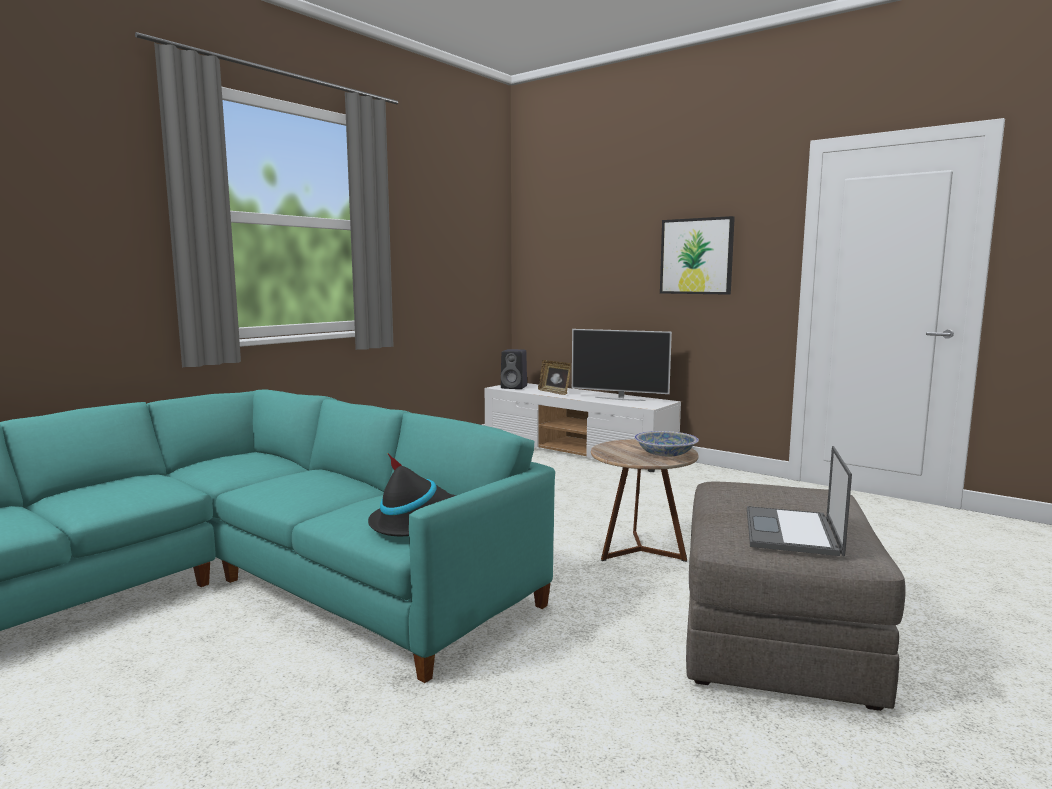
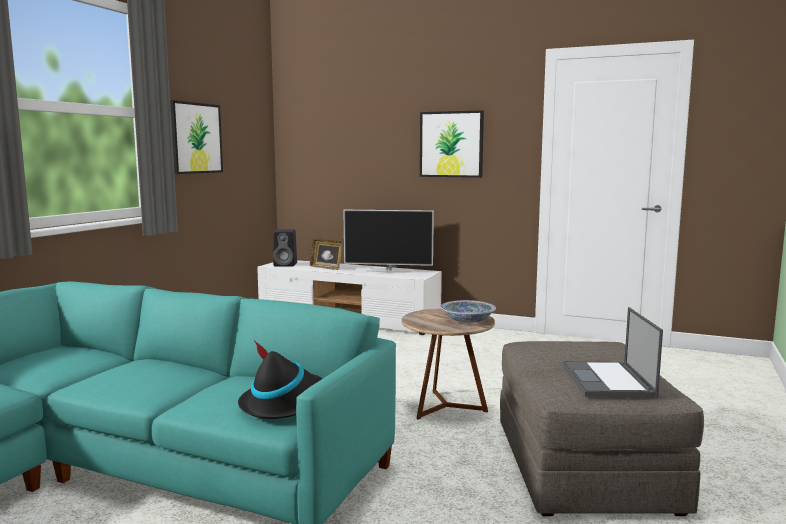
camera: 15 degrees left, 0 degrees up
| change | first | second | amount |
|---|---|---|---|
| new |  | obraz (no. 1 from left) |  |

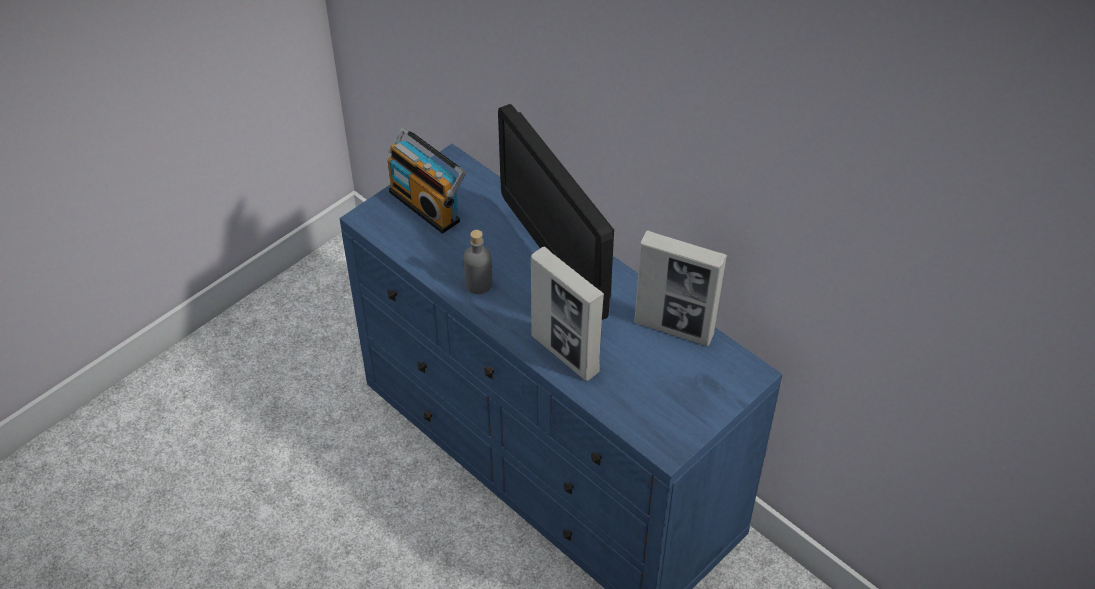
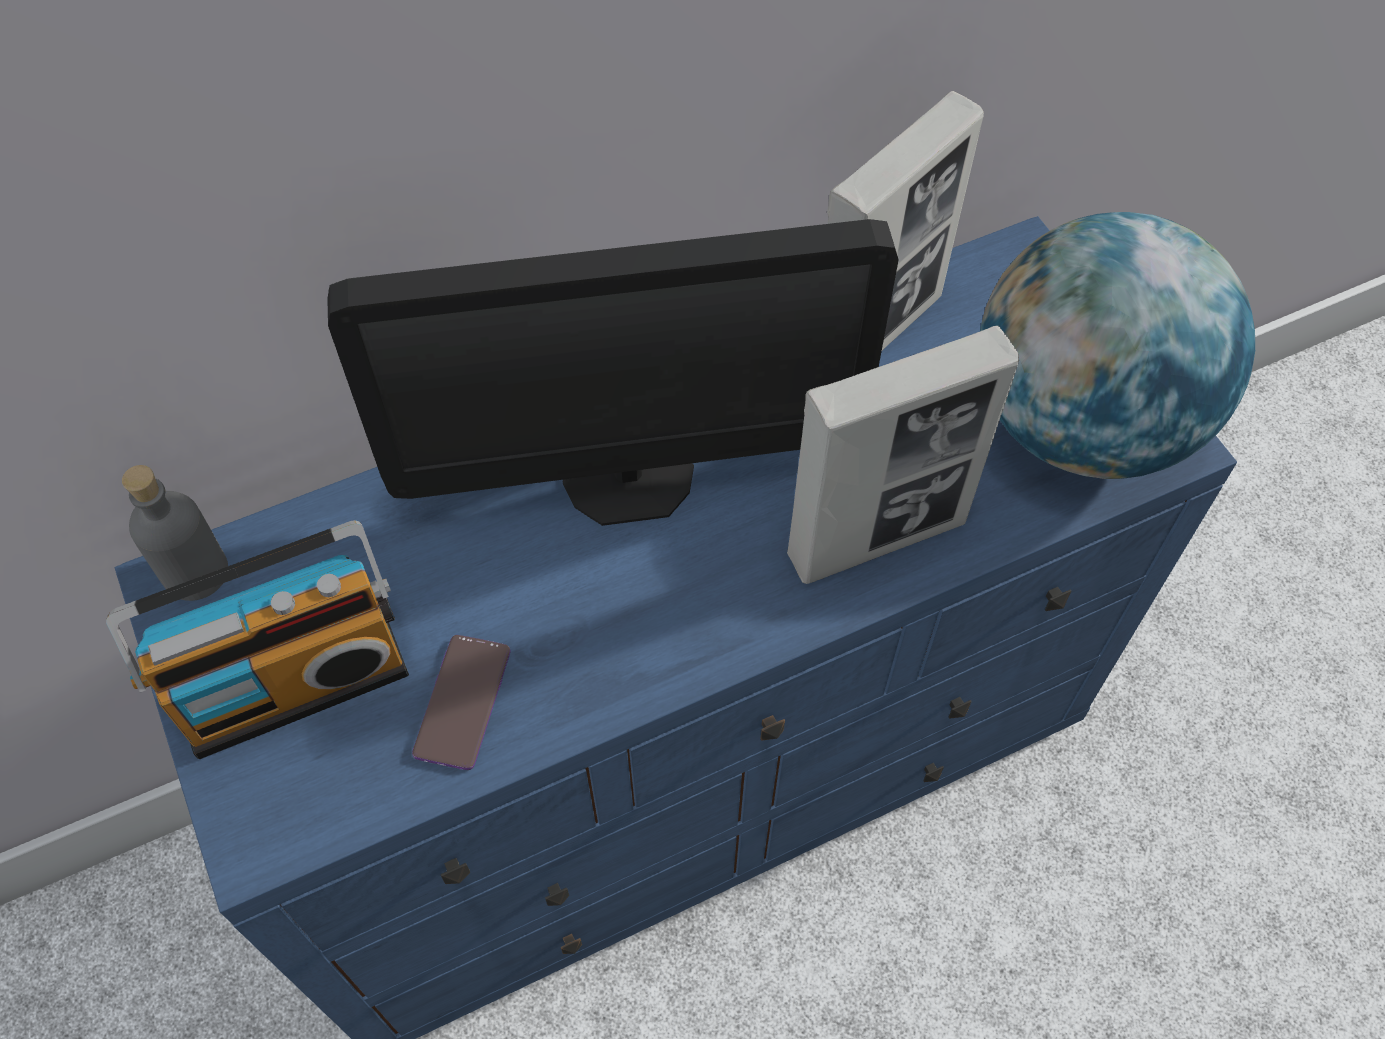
camera: 70 degrees left, 10 degrees up
| change | first | second | amount |
|---|---|---|---|
| shifted | butelka (szary) |  |  |
| new |  | telefon |  |
| new |  | globus |  |

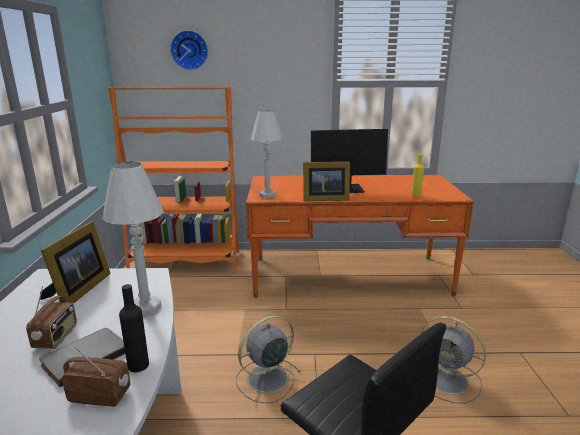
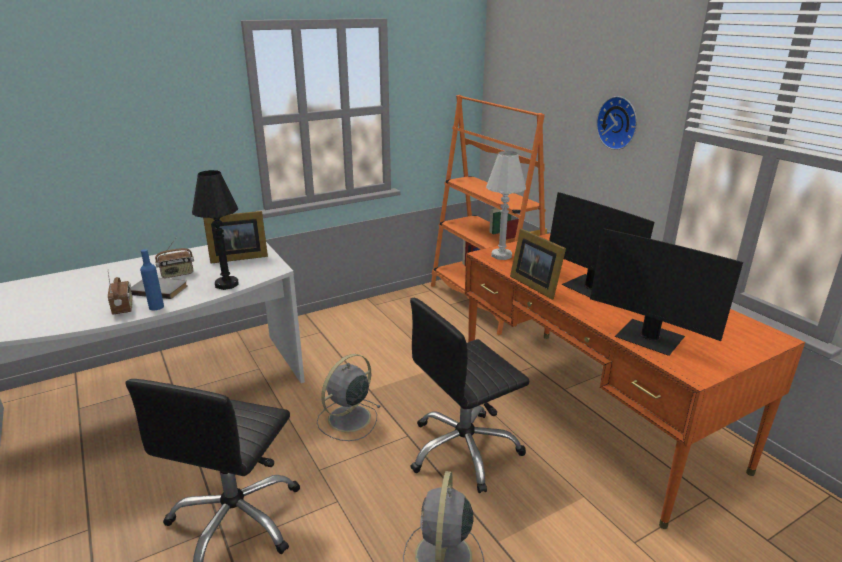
camera: 60 degrees right, 5 degrees up
| change | first | second | amount |
|---|---|---|---|
| repainted | lampa stołowa (biały) (no. 1 from left) | lampa stołowa (czarny) |  |
| repainted | butelka (czarny) | butelka (niebieski) |  |
| shifted | zegar ścienny |  |  |
| rotated | wentylator (szary) (no. 1 from left) |  | 75 degrees counterclockwise |
| swapped | butelka (żółty) | monitor (no. 2 from left) |  |
| new |  | krzesło biurowe (czarny) (no. 2 from left) |  |

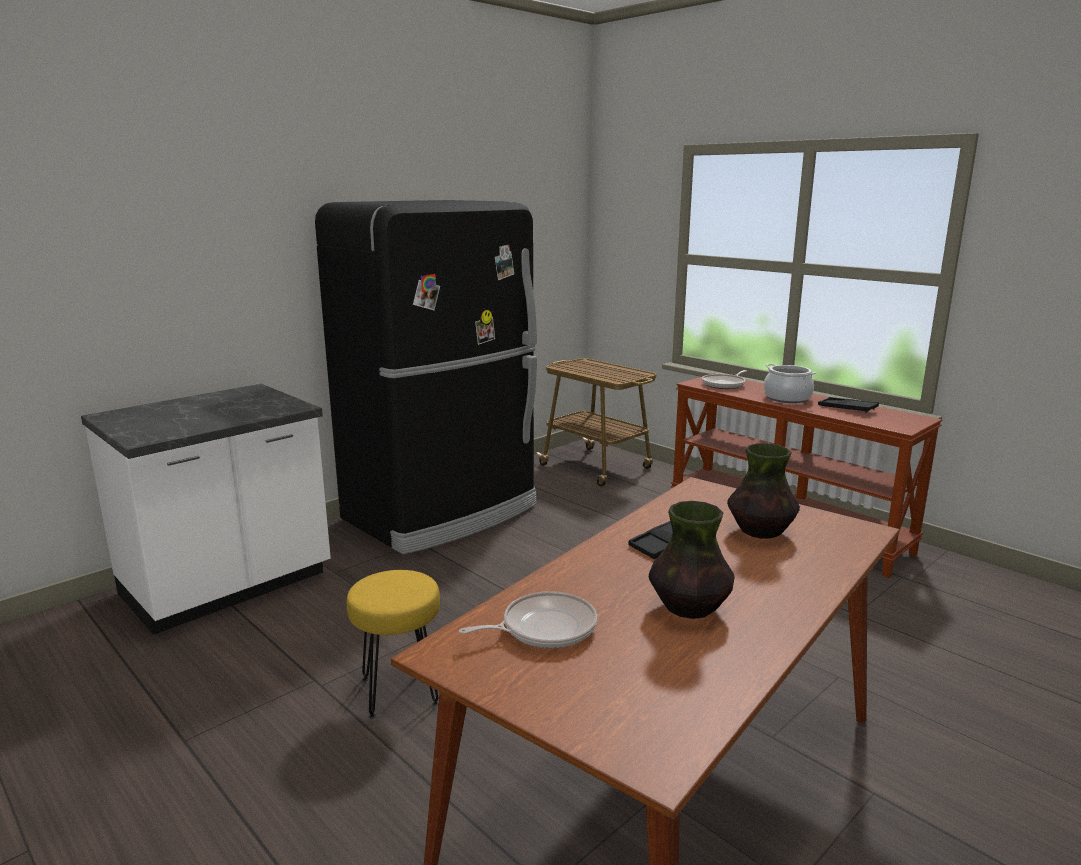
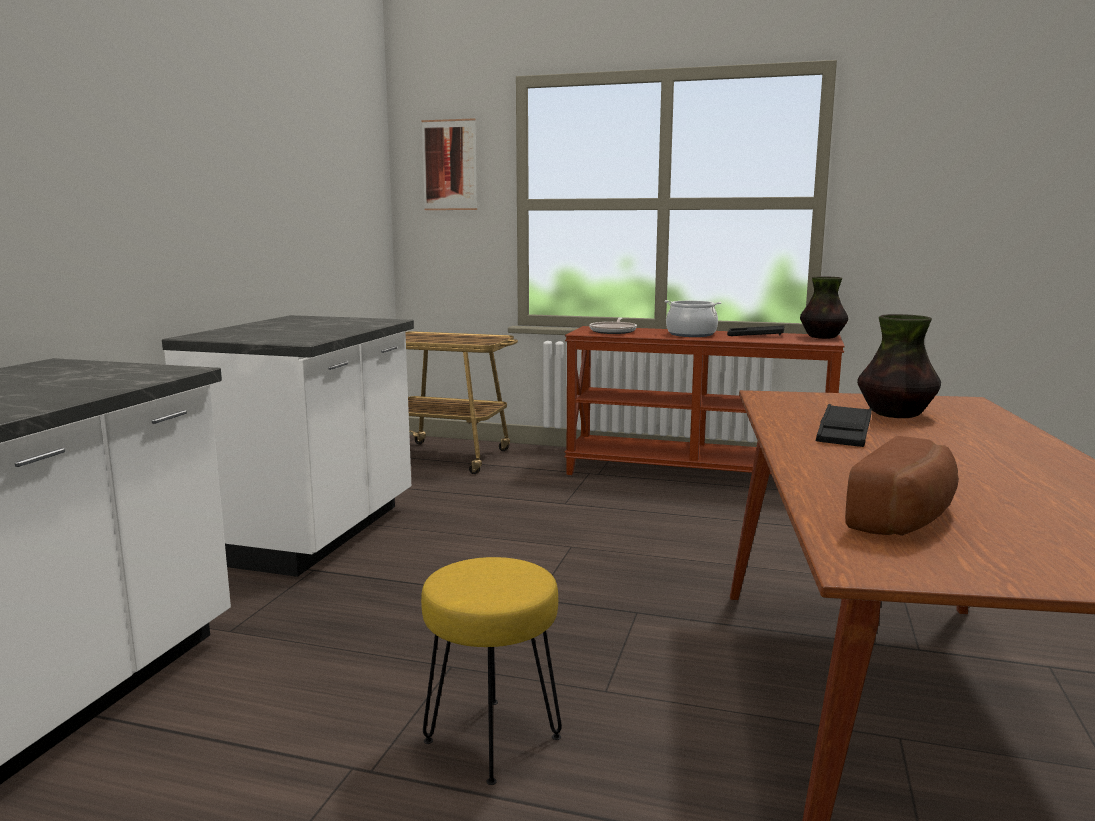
camera: 30 degrees left, 5 degrees down
| change | first | second | amount |
|---|---|---|---|
| swapped | lodówka (czarny) | zabudowa kuchenna (biały) (no. 2 from left) |  |
| swapped | patelnia (no. 1 from left) | chleb |  |
| shifted | wazon (no. 1 from left) |  |  |
| new |  | obraz |  |

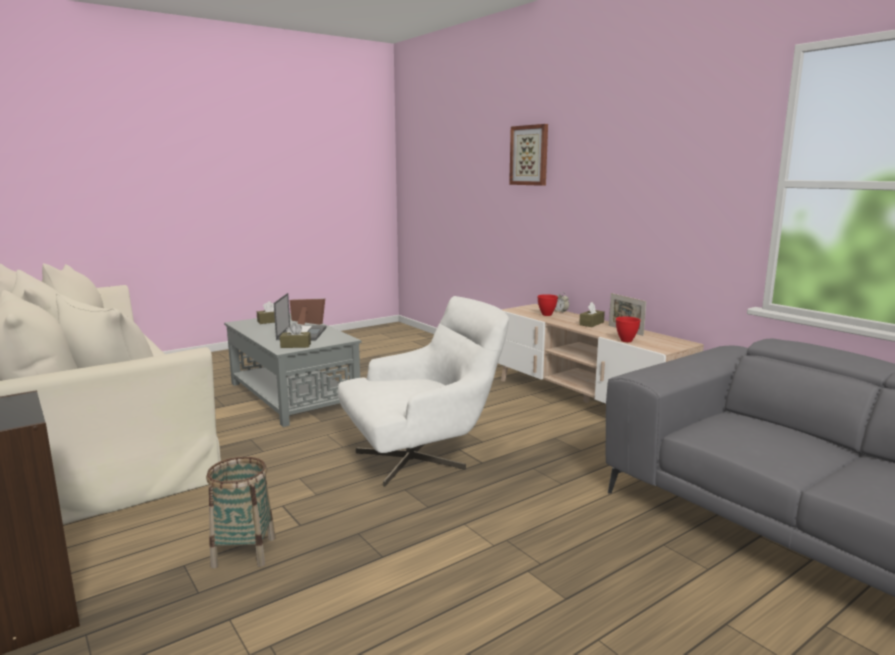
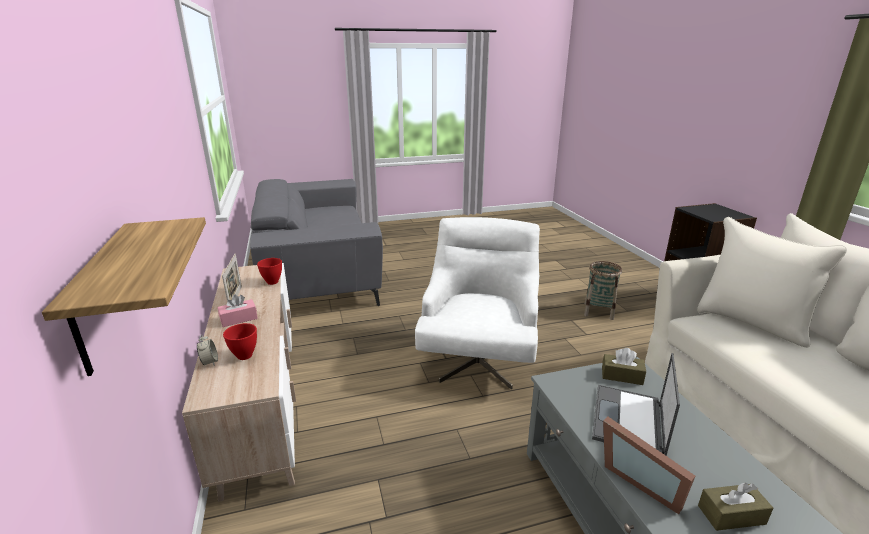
camera: 160 degrees left, 10 degrees up
| change | first | second | amount |
|---|---|---|---|
| rotated | fotel (biały) |  | 105 degrees clockwise |
| gone | obraz |  |  |
| repainted | pudełko chusteczek (brązowy) (no. 3 from left) | pudełko chusteczek (różowy) |  |
| new |  | półka |  |

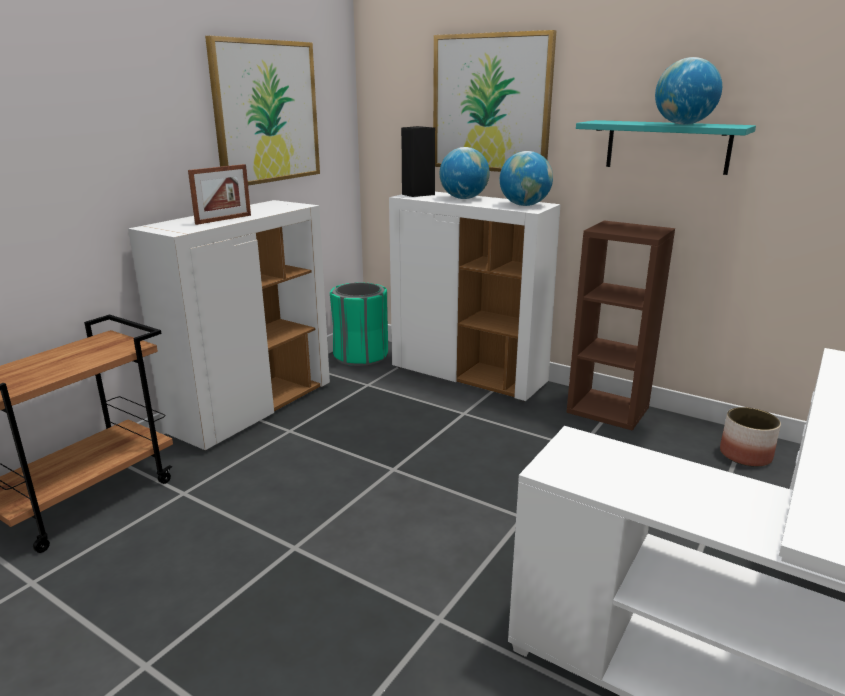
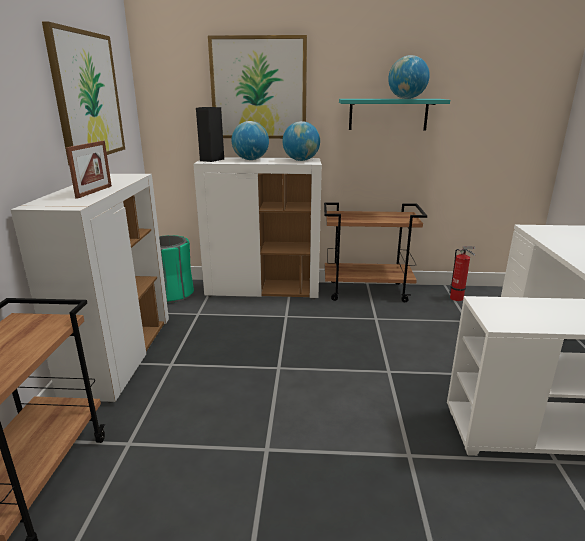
camera: 30 degrees left, 0 degrees up
| change | first | second | amount |
|---|---|---|---|
| swapped | regał (brązowy) | wózek (brązowy) (no. 2 from left) |  |
| swapped | donica | gaśnica |  |

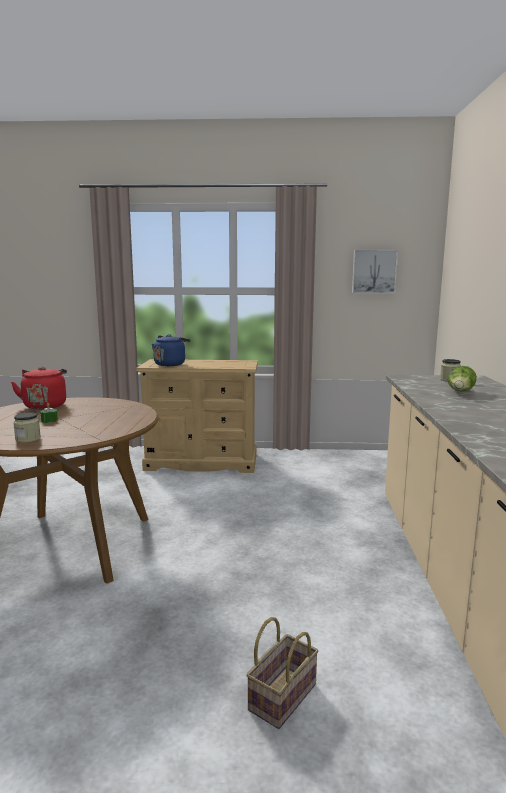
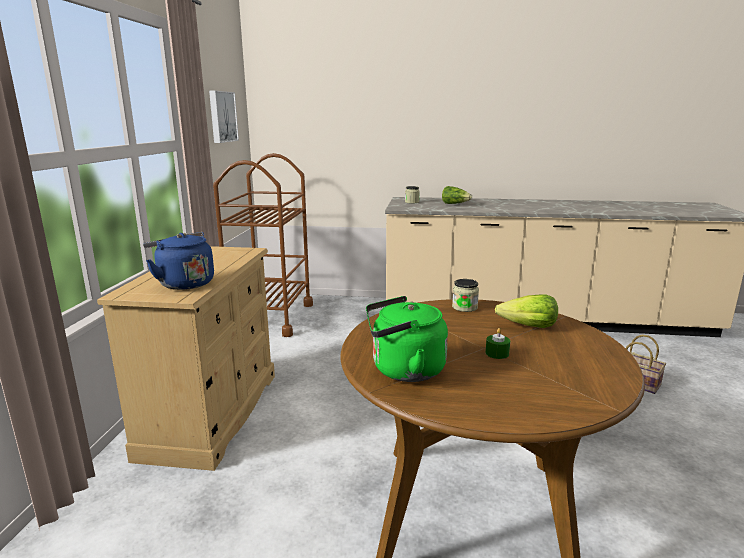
camera: 85 degrees left, 5 degrees up
| change | first | second | amount |
|---|---|---|---|
| repainted | czajnik (czerwony) | czajnik (zielony) |  |
| shifted | słoik (no. 1 from left in the first image) | słoik (no. 2 from left) |  |
| new |  | wózek (brązowy) |  |
| new |  | sałata (no. 2 from left) |  |

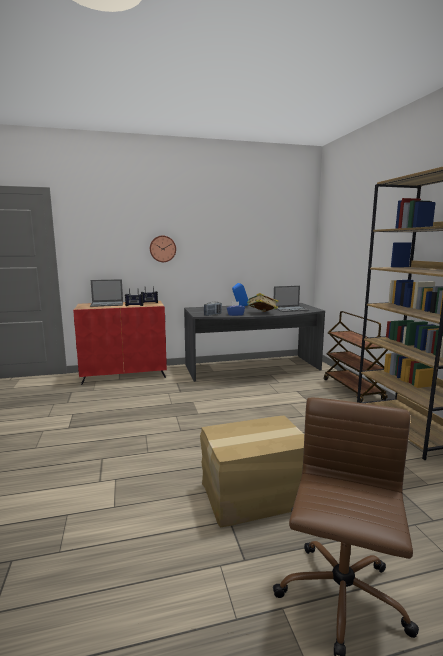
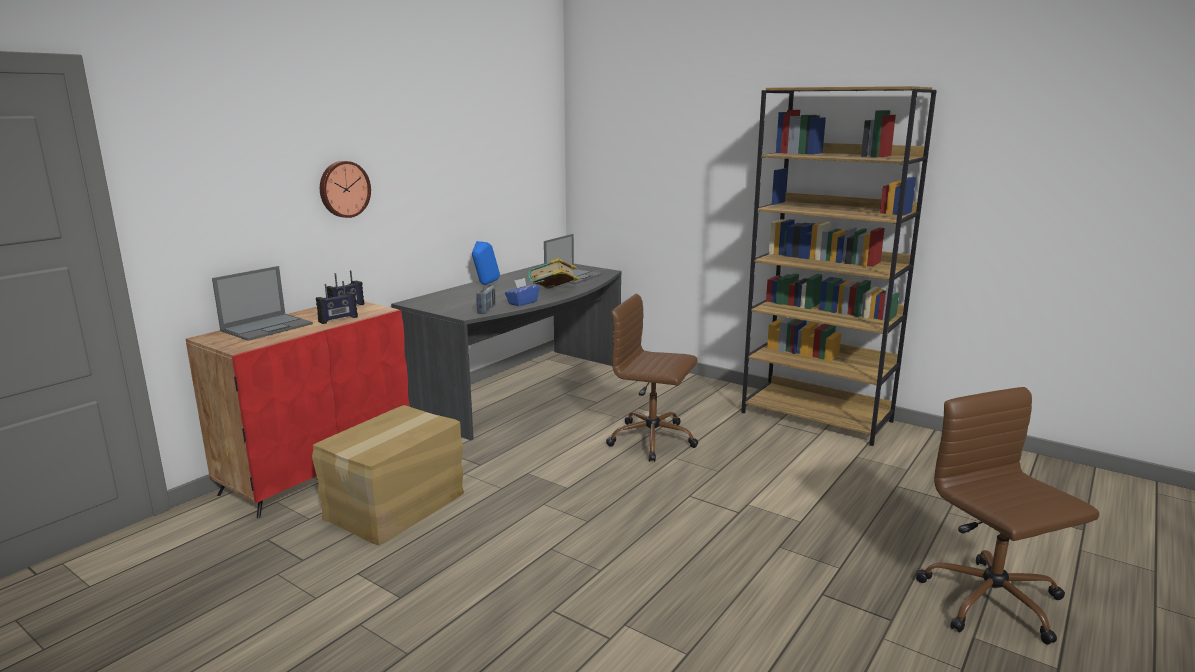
camera: 40 degrees left, 5 degrees up
| change | first | second | amount |
|---|---|---|---|
| shifted | karton |  |  |
| gone | wózek (brązowy) |  |  |
| new |  | krzesło biurowe (brązowy) (no. 1 from left) |  |

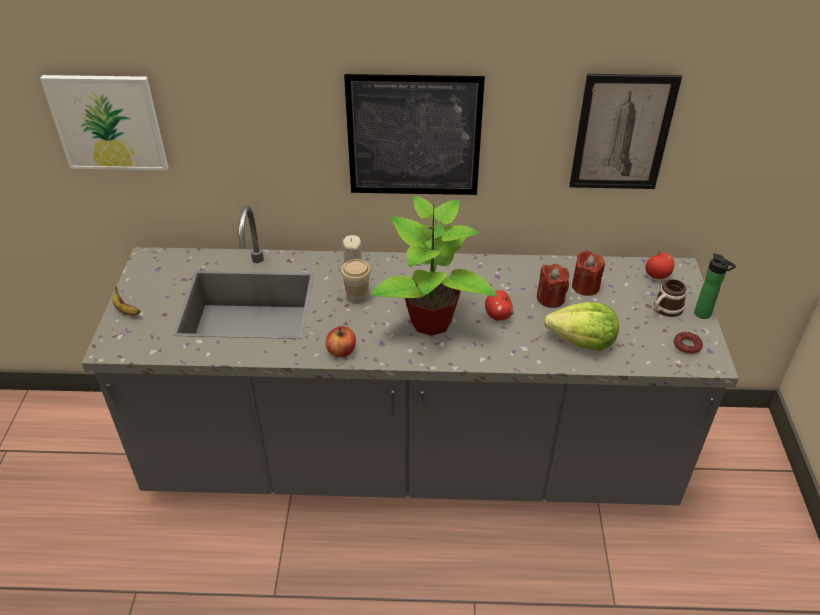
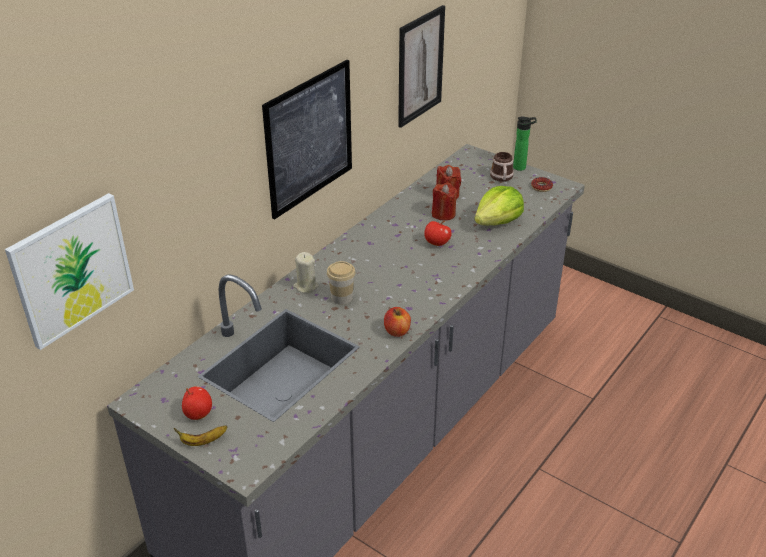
camera: 55 degrees left, 5 degrees down
| change | first | second | amount |
|---|---|---|---|
| gone | roślina doniczkowa |  |  |
| shifted | jabłko (no. 3 from left in the first image) | jabłko (no. 1 from left) |  |

